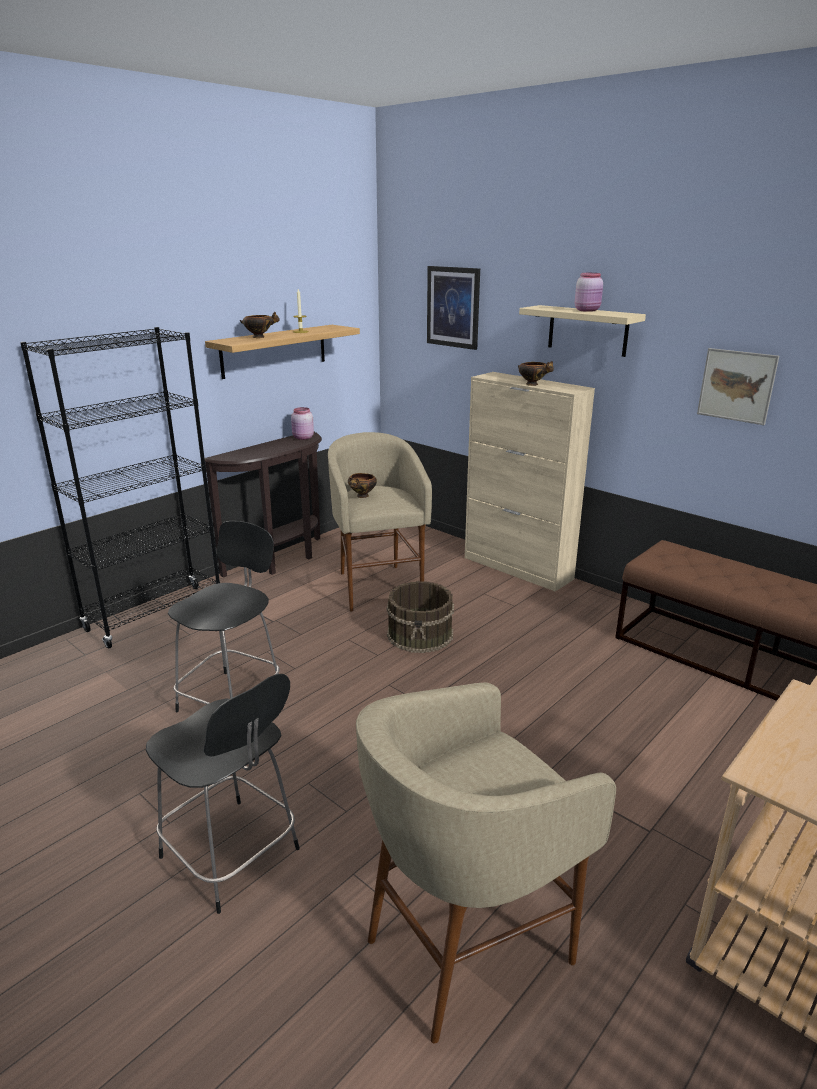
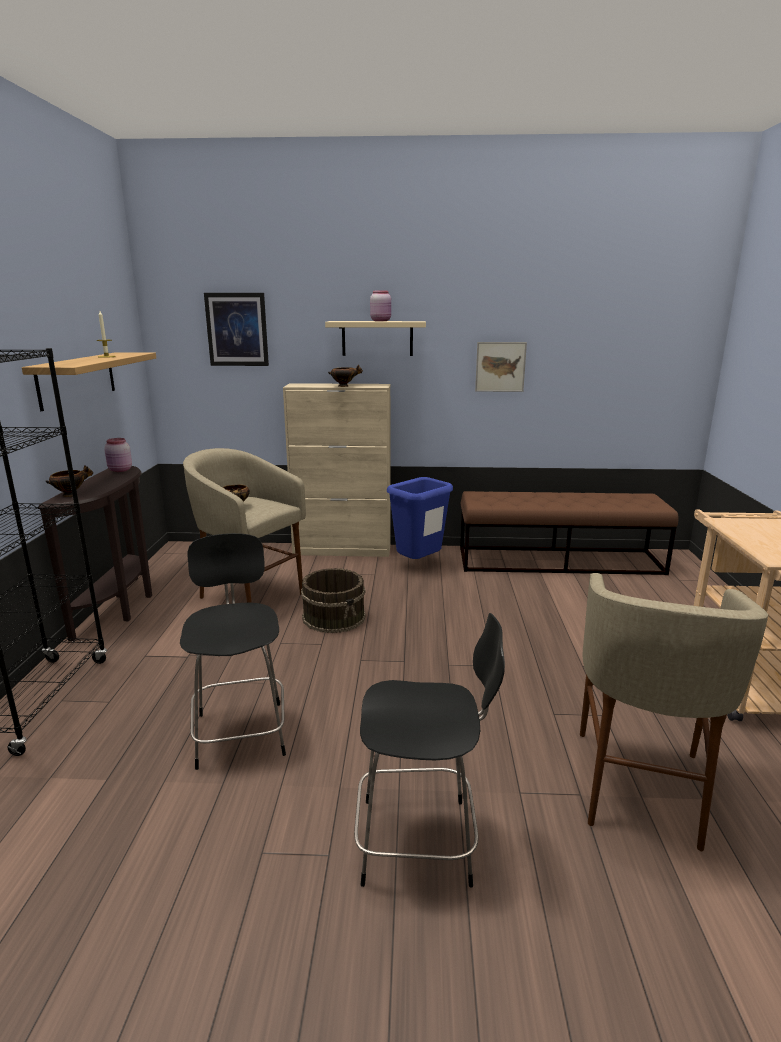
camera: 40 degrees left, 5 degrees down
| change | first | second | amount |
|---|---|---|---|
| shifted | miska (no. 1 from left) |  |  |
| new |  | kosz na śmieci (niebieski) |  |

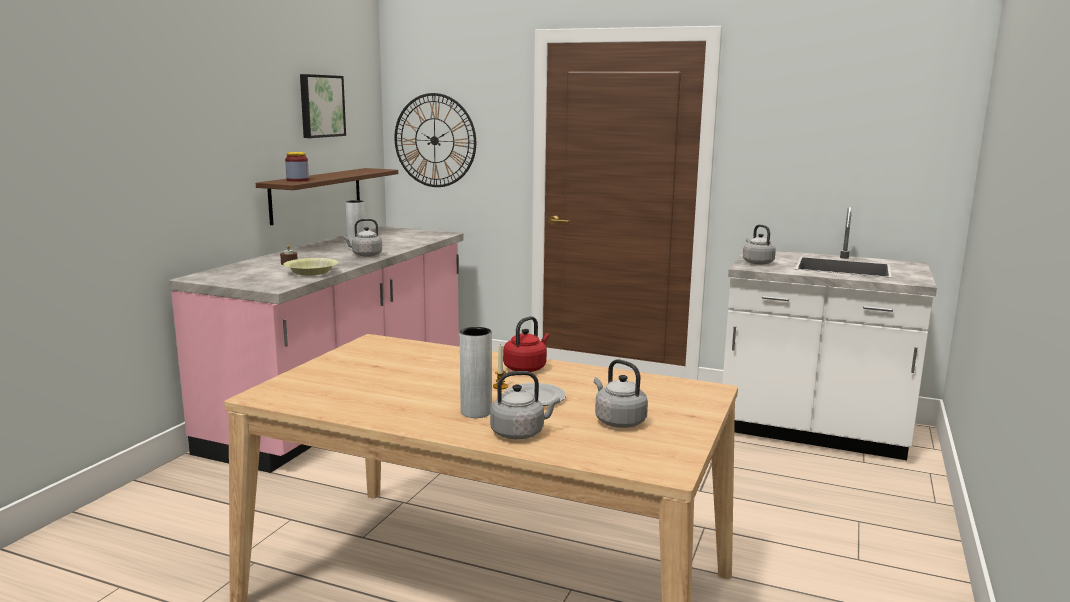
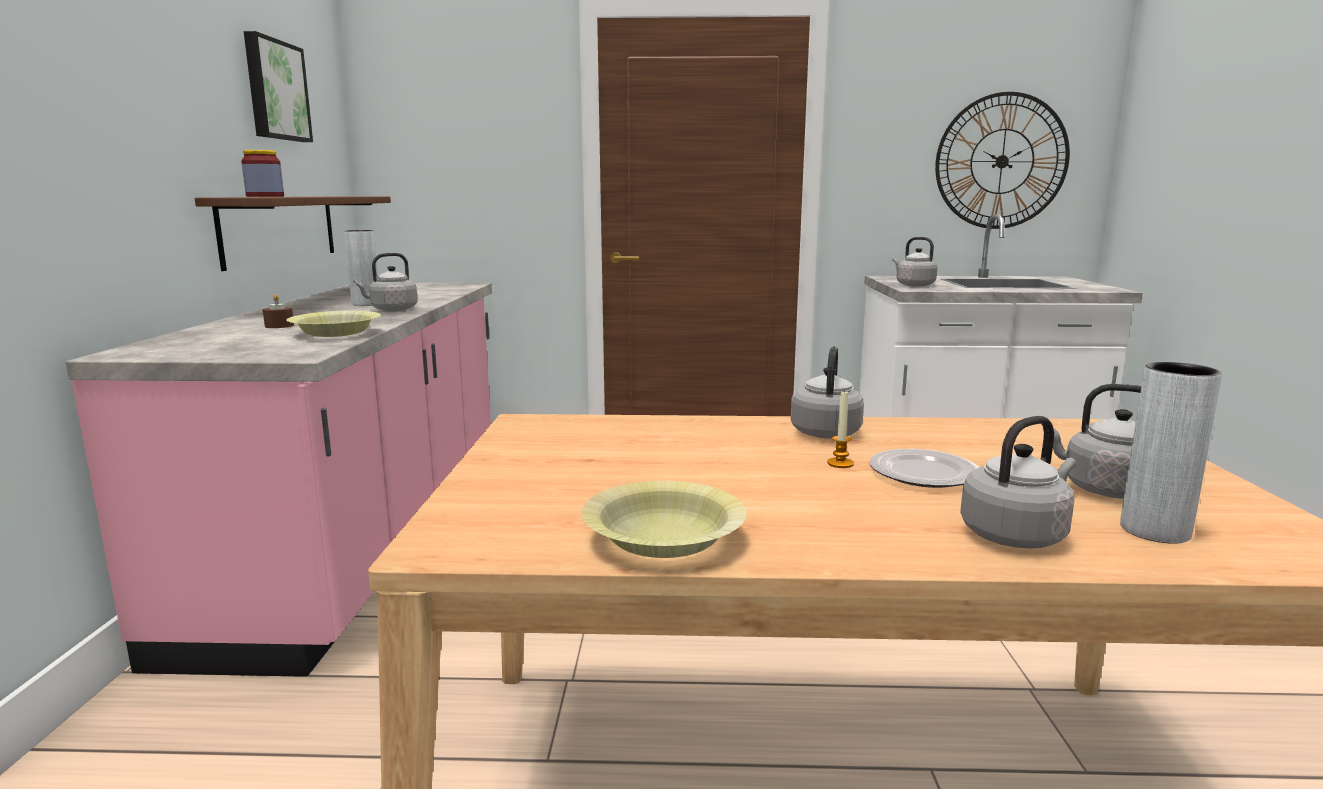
camera: 20 degrees left, 0 degrees up
| change | first | second | amount |
|---|---|---|---|
| shifted | zegar ścienny |  |  |
| shifted | wazon (szary) (no. 2 from left) |  |  |
| repainted | czajnik (czerwony) | czajnik (szary) (no. 2 from left) |  |
| new |  | miska (żółty) (no. 2 from left) |  |

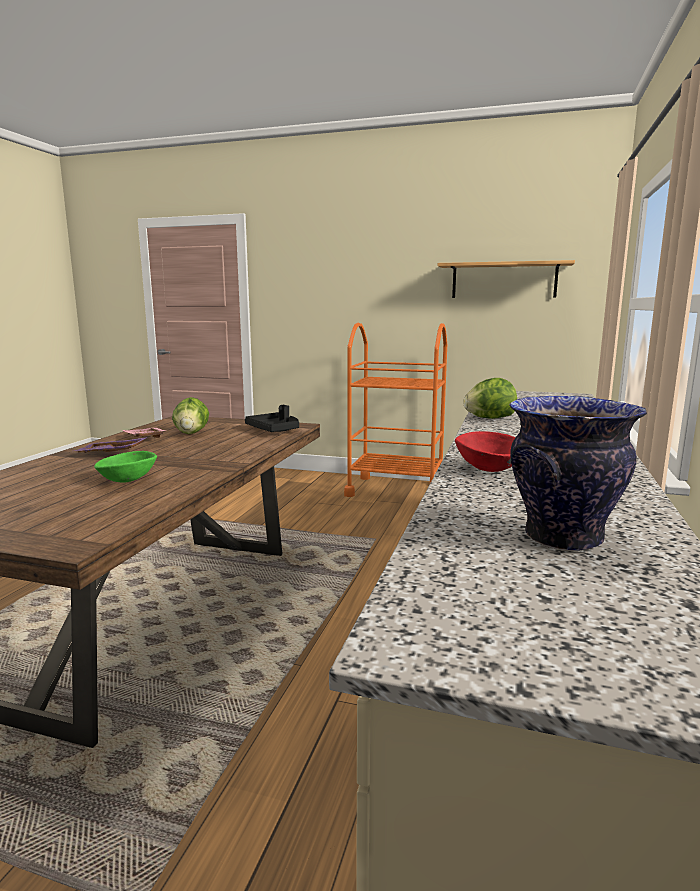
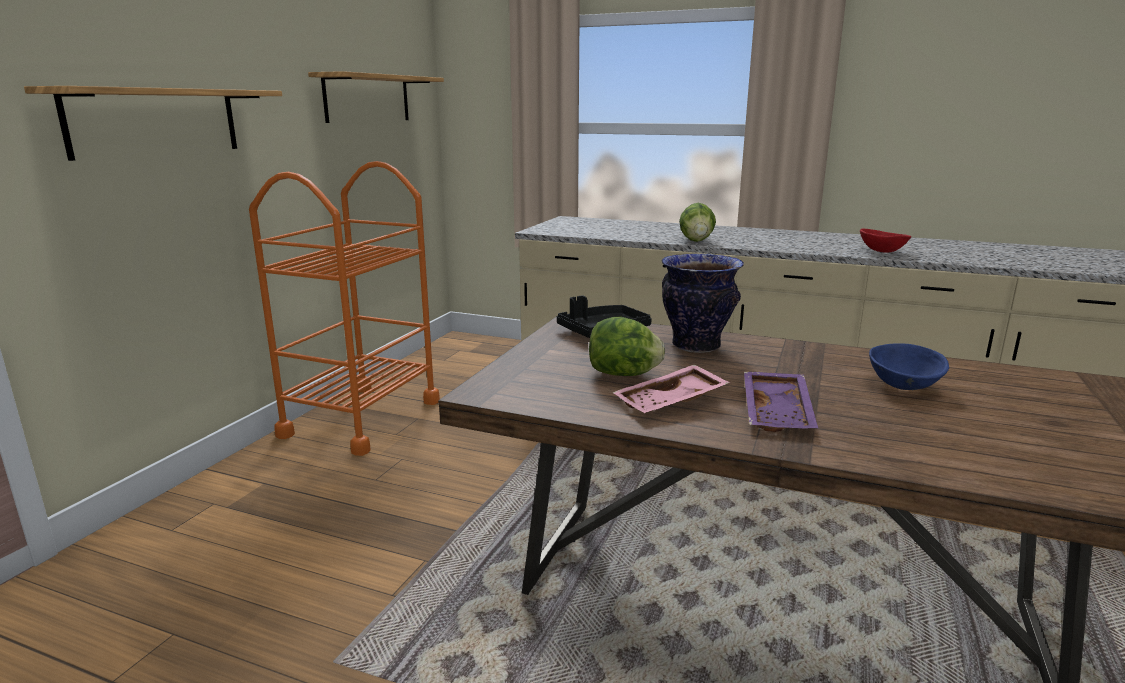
camera: 85 degrees left, 5 degrees up
| change | first | second | amount |
|---|---|---|---|
| repainted | miska (zielony) | miska (niebieski) |  |
| shifted | wazon |  |  |
| new |  | półka (no. 1 from left) |  |

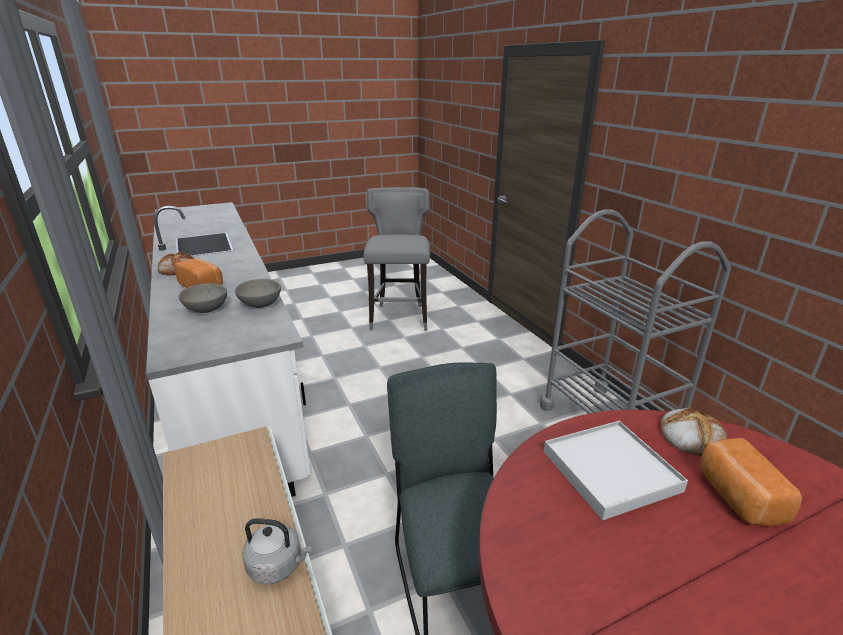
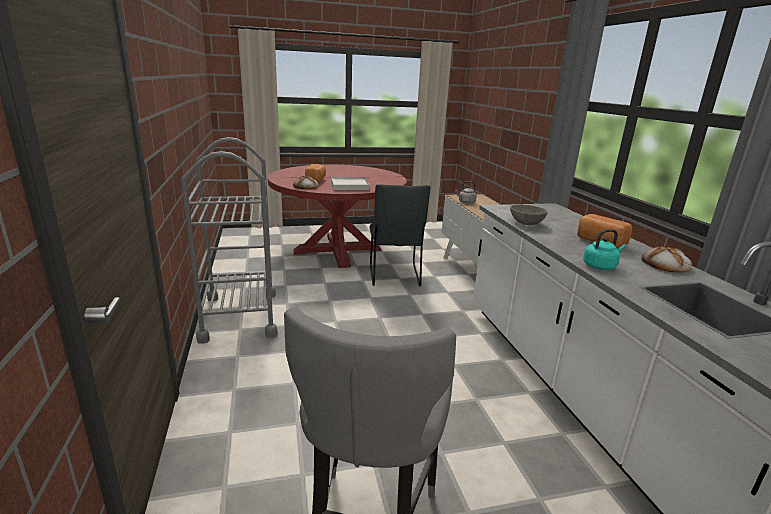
camera: 170 degrees left, 5 degrees down
| change | first | second | amount |
|---|---|---|---|
| gone | miska (szary) (no. 1 from left) |  |  |
| new |  | czajnik (turkusowy) |  |

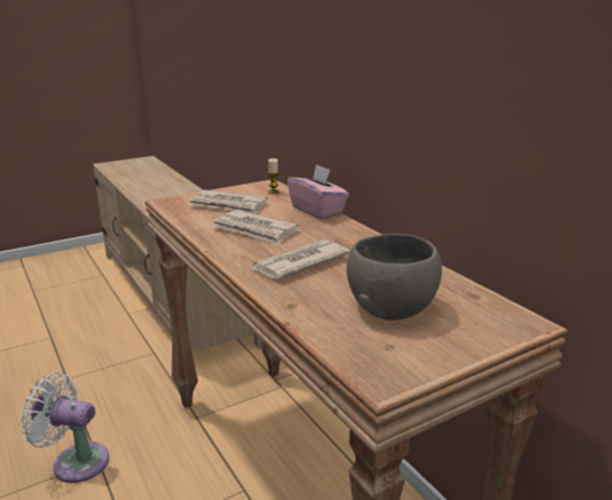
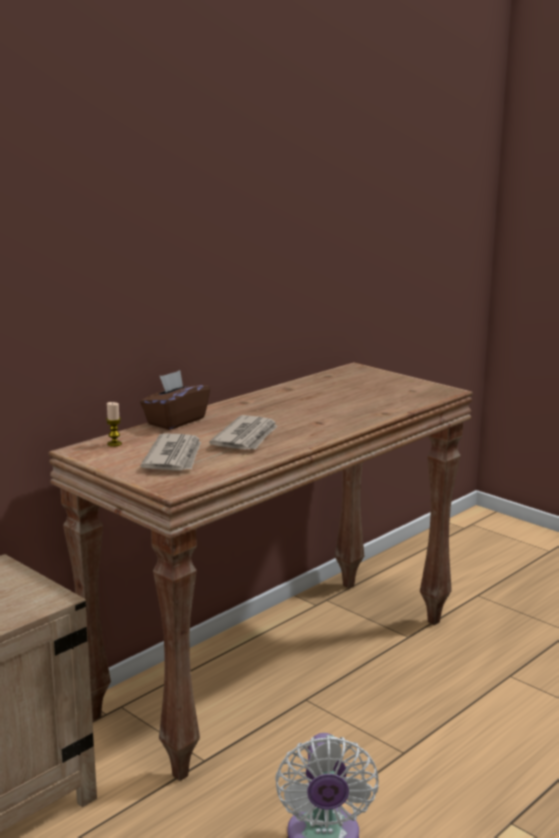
camera: 105 degrees left, 5 degrees down
| change | first | second | amount |
|---|---|---|---|
| gone | gazeta (no. 3 from left) |  |  |
| repainted | pudełko chusteczek (różowy) | pudełko chusteczek (brązowy) |  |
| gone | miska (szary) |  |  |

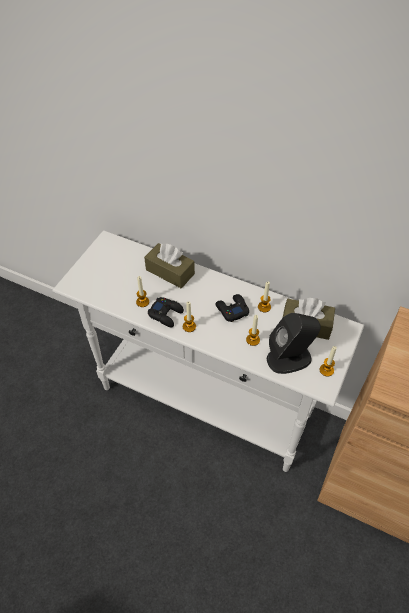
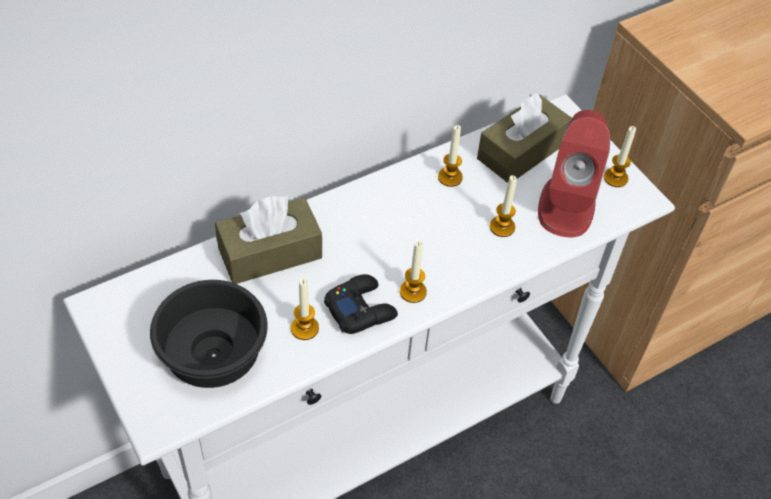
camera: 60 degrees left, 0 degrees up
| change | first | second | amount |
|---|---|---|---|
| gone | pad do gier (czarny) (no. 2 from left) |  |  |
| repainted | głośnik (czarny) | głośnik (czerwony) |  |
| new |  | miska (czarny) |  |

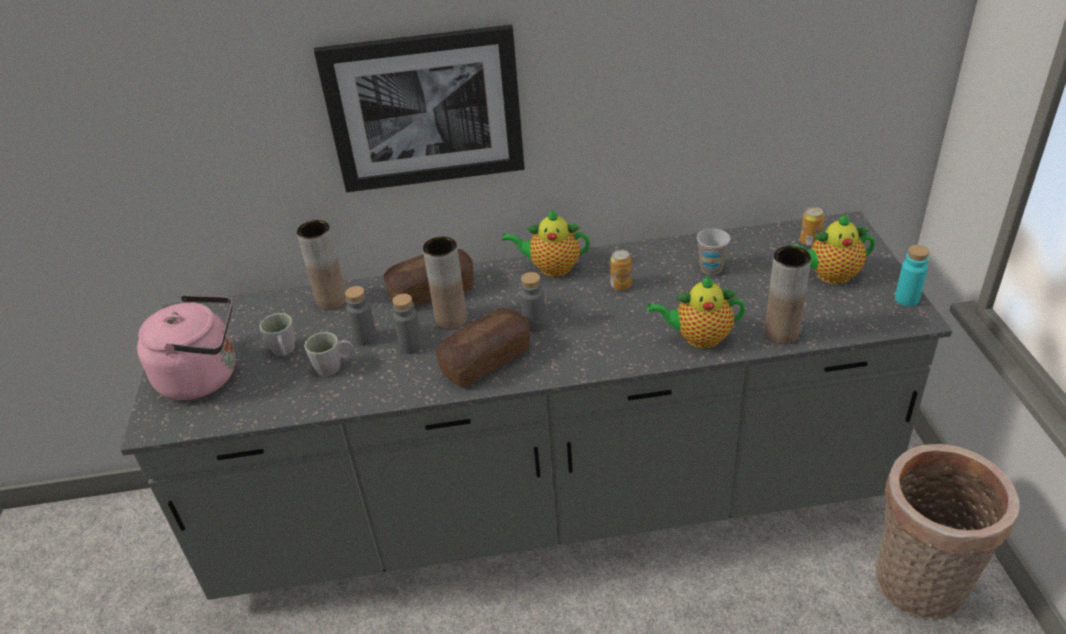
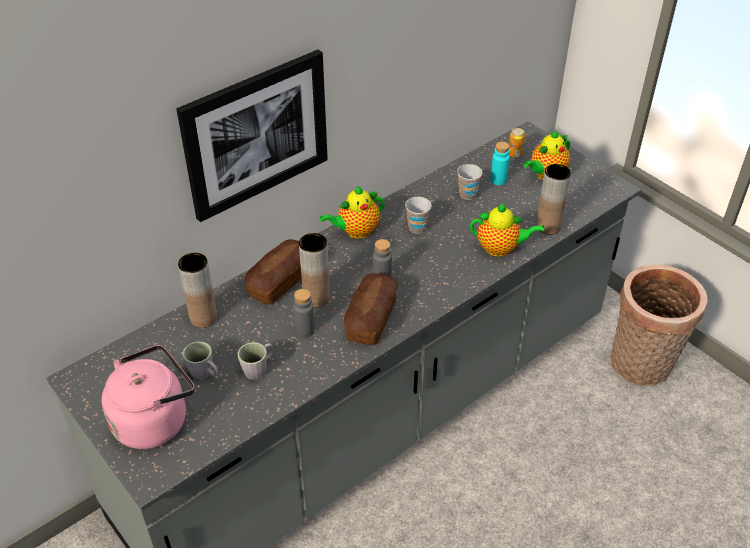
camera: 35 degrees left, 5 degrees up
| change | first | second | amount |
|---|---|---|---|
| gone | butelka (szary) (no. 1 from left) |  |  |
| swapped | puszka (no. 1 from left) | filiżanka (no. 1 from left) |  |
| rotated | imbryk (no. 2 from left) |  | 135 degrees counterclockwise |
| shifted | butelka (turkusowy) |  |  |

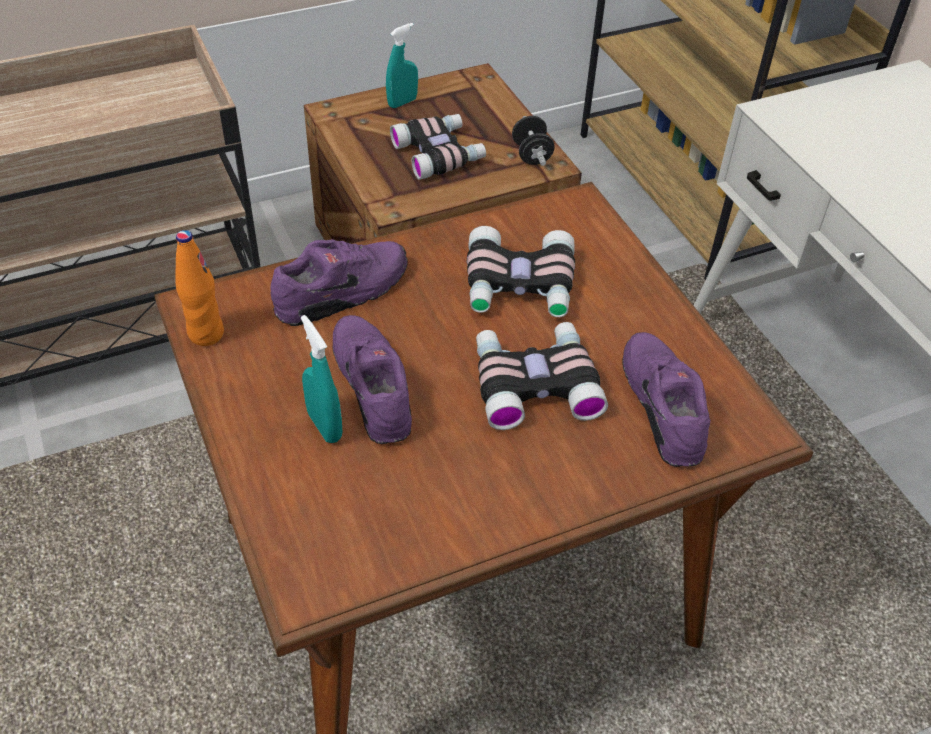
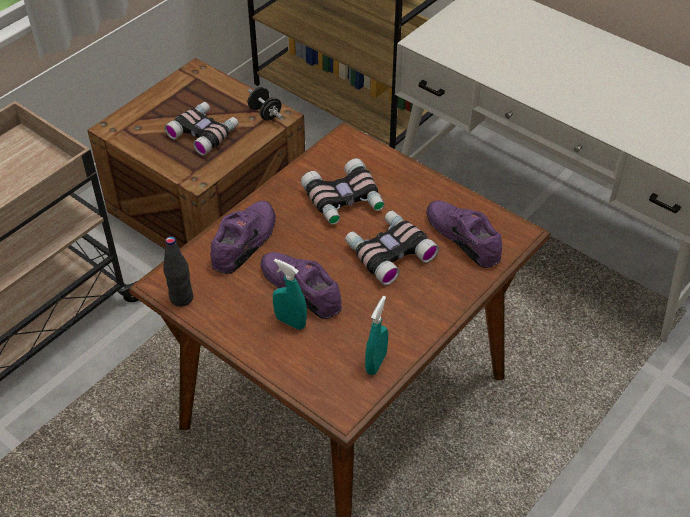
camera: 25 degrees left, 0 degrees up
| change | first | second | amount |
|---|---|---|---|
| repainted | butelka (pomarańczowy) | butelka (czarny) |  |
| shifted | spryskiwacz (turkusowy) (no. 2 from left) |  |  |

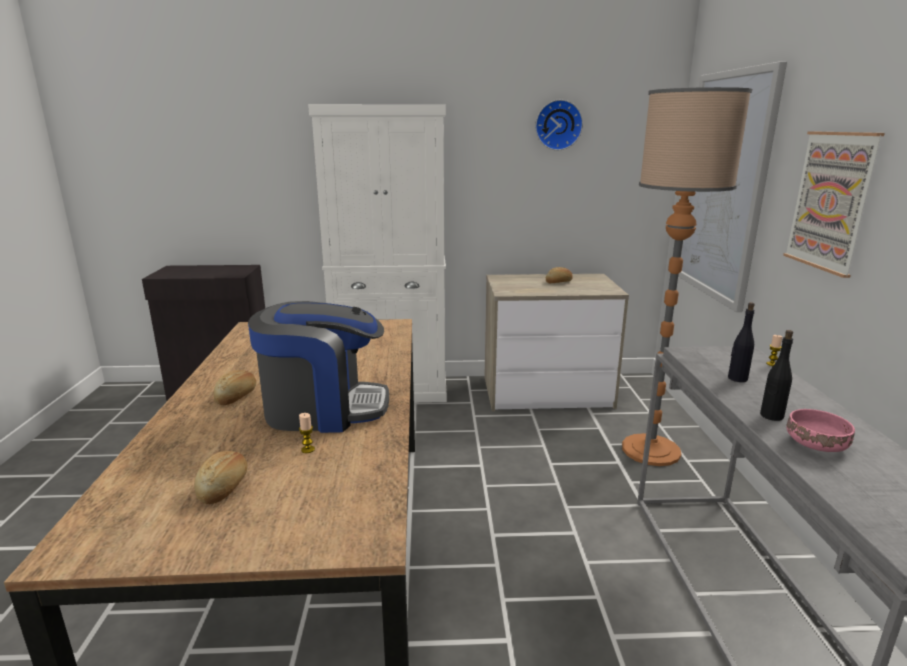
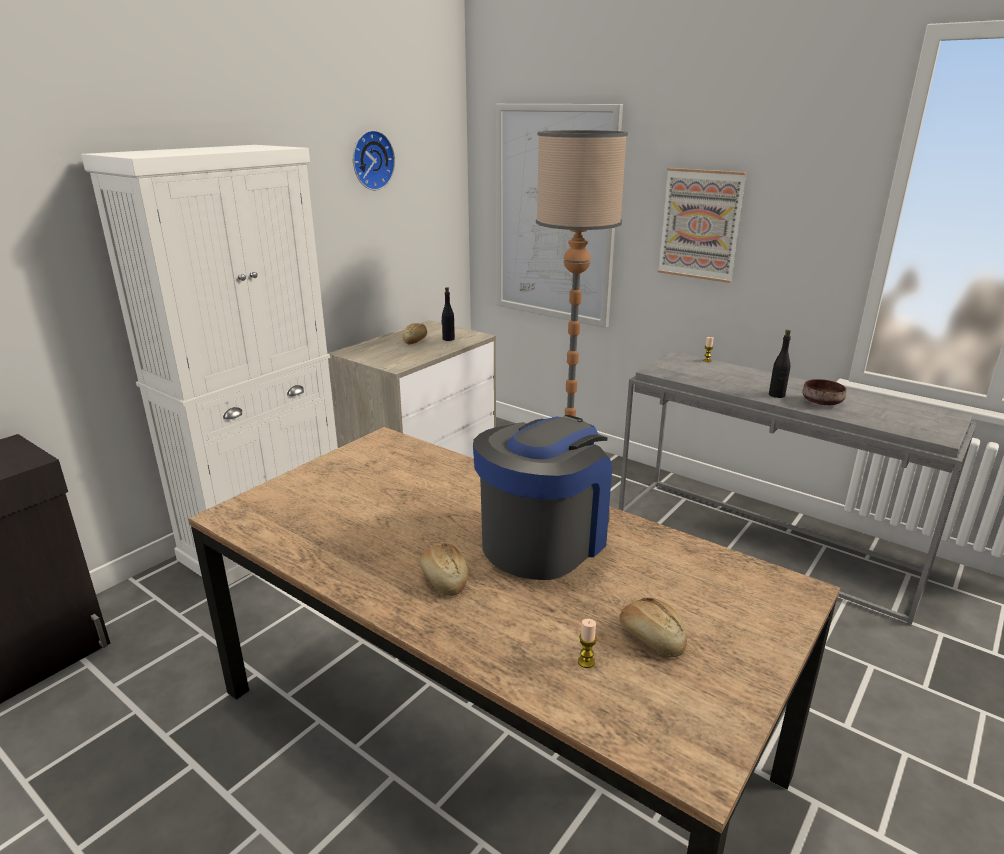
camera: 50 degrees left, 5 degrees up
| change | first | second | amount |
|---|---|---|---|
| shifted | świeca (no. 1 from left) |  |  |
| shifted | butelka (czarny) (no. 1 from left) |  |  |
| repainted | miska (różowy) | miska (brązowy) |  |

